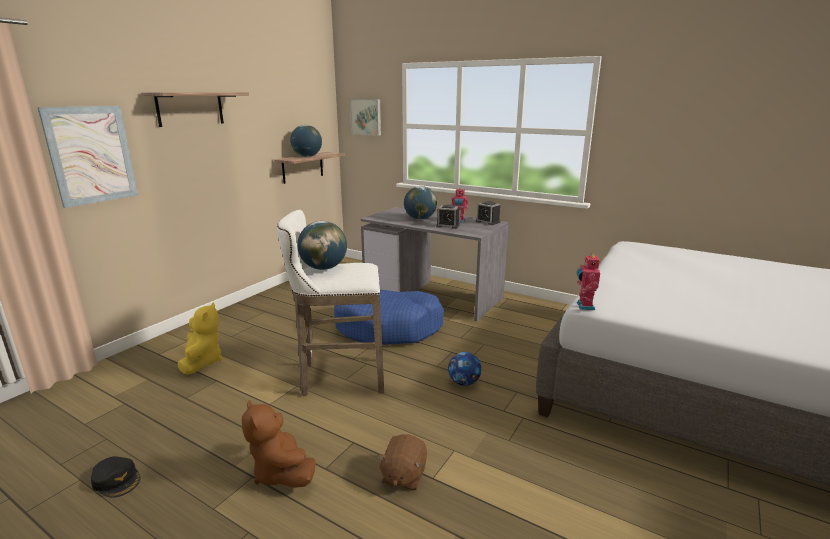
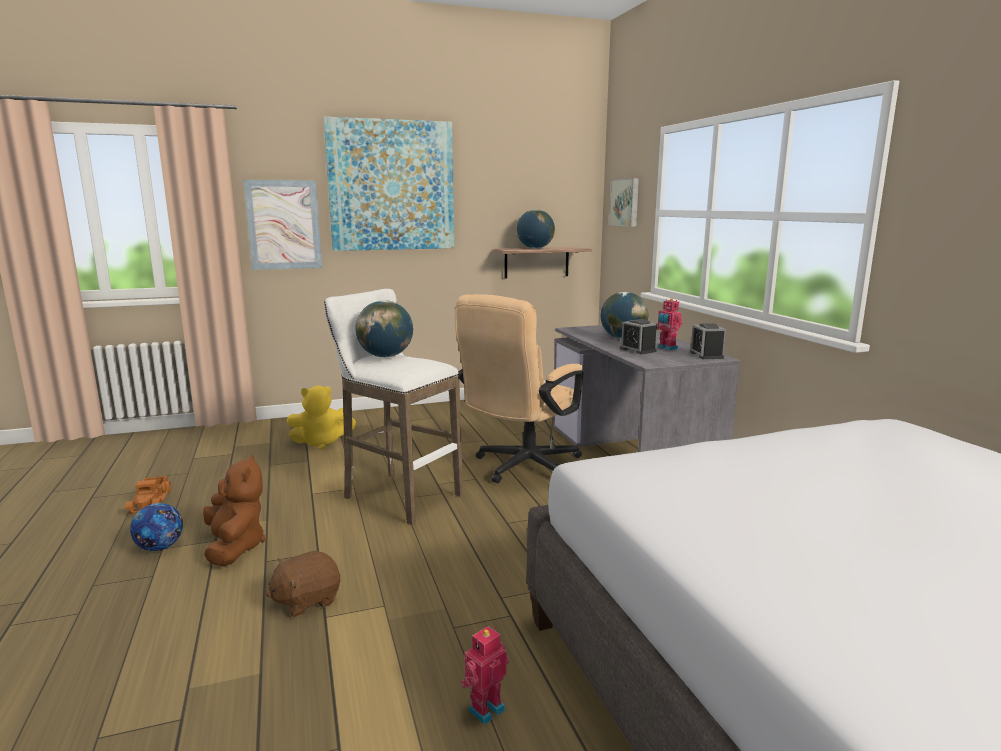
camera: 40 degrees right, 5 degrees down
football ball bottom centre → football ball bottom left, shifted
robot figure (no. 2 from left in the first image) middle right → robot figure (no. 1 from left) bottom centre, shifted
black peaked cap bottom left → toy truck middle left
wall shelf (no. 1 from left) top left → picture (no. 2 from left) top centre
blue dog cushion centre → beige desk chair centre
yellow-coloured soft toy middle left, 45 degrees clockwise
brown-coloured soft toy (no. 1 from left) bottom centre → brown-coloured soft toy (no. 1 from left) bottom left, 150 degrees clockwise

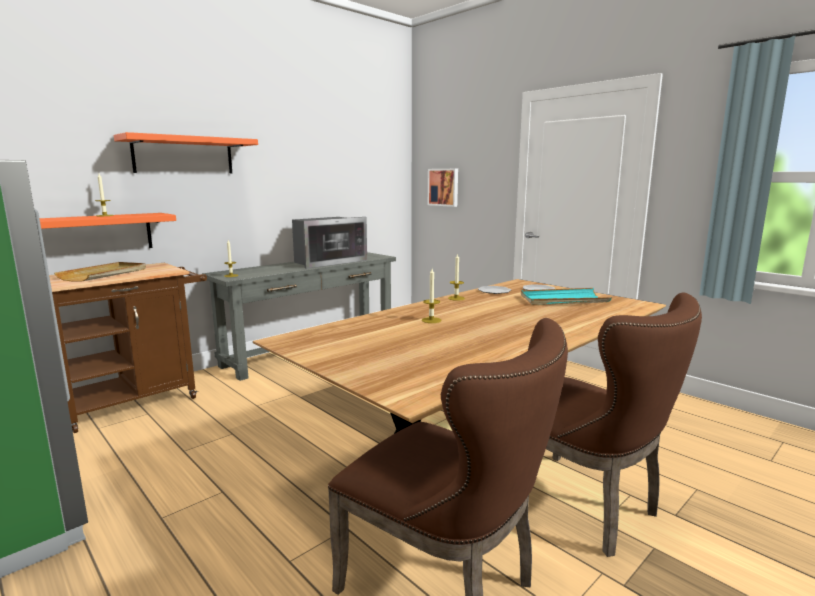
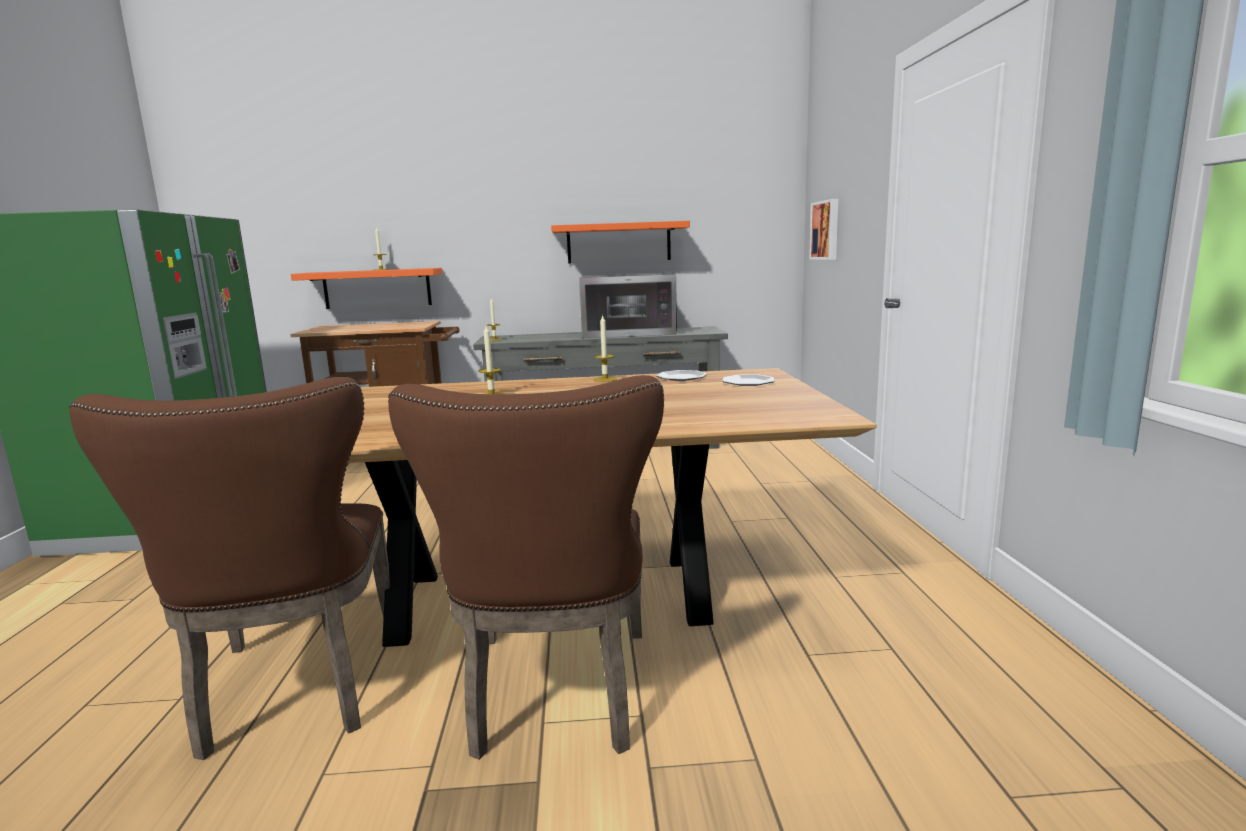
camera: 40 degrees right, 0 degrees up
beige serving tray middle left → -
turquoise serving tray middle right → -
orange wall shelf (no. 2 from left) top left → orange wall shelf (no. 2 from left) top centre, shifted

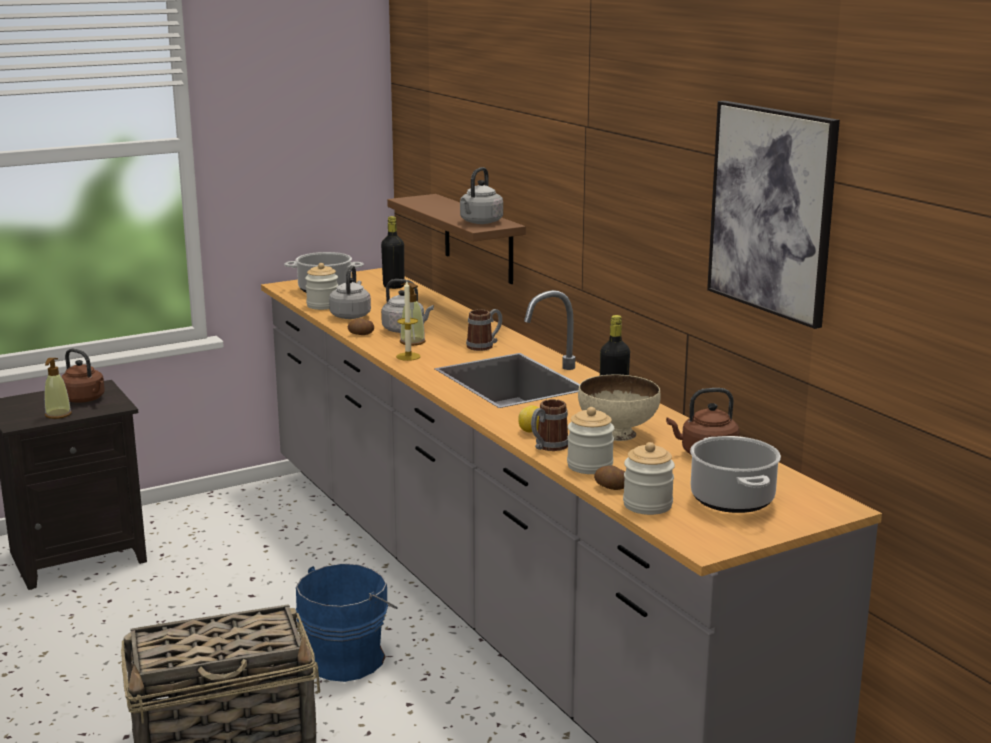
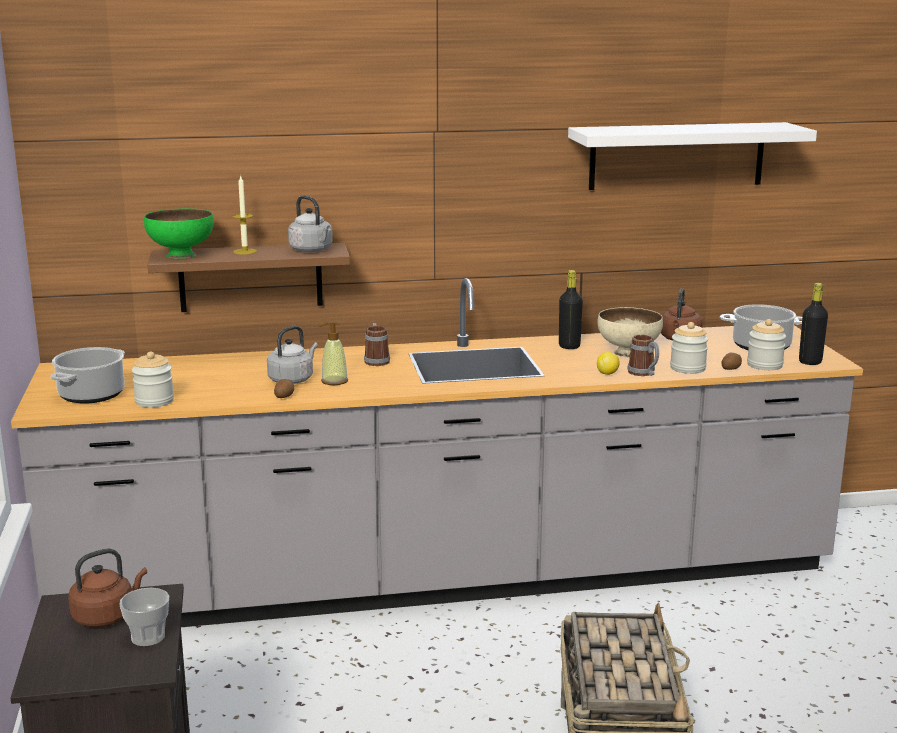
camera: 70 degrees left, 0 degrees up
blue water bucket bottom centre → -
grey water kettle (no. 1 from left) centre → -
- → greenish serving bowl top left
black beverage bottle (no. 1 from left in the first image) centre → black beverage bottle (no. 2 from left) middle right, shifted
wax candle centre → wax candle top left, shifted
soap bottle (no. 1 from left) middle left → cup bottom left
picture top right → white-coloured wall shelf top right

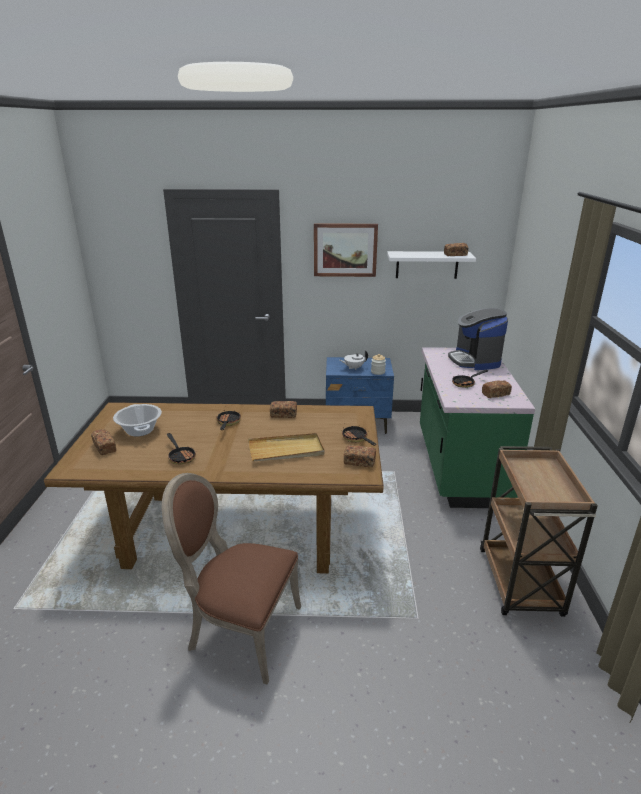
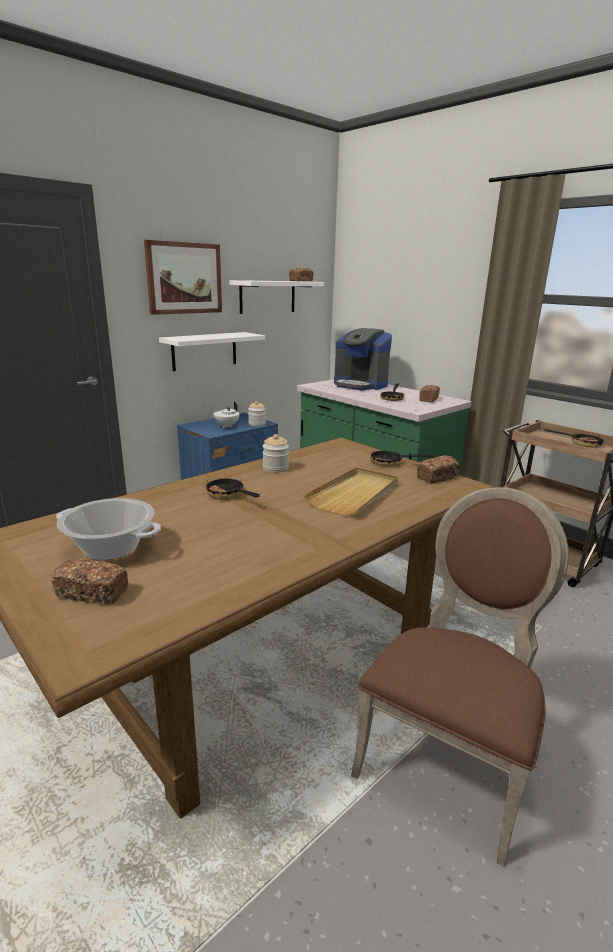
camera: 45 degrees left, 5 degrees down
- → white-coloured wall shelf (no. 1 from left) centre
frying pan (no. 1 from left in the first image) middle left → frying pan (no. 4 from left) middle right, shifted
baked bread (no. 2 from left) centre → jar (no. 2 from left) centre
brown-coloured upright chair bottom centre → brown-coloured upright chair bottom right, 150 degrees clockwise

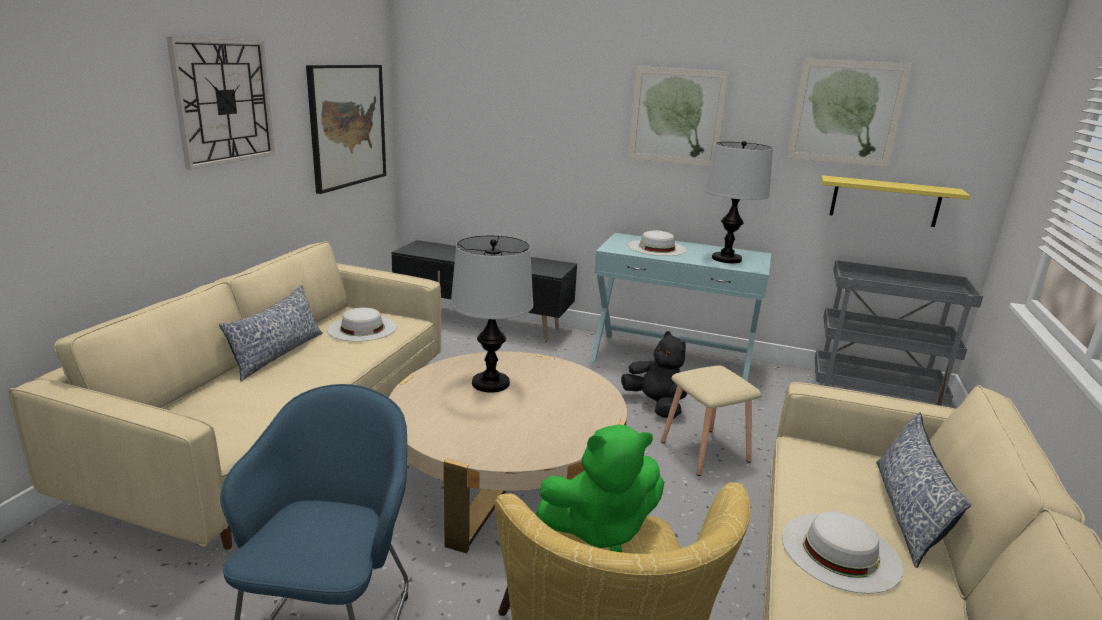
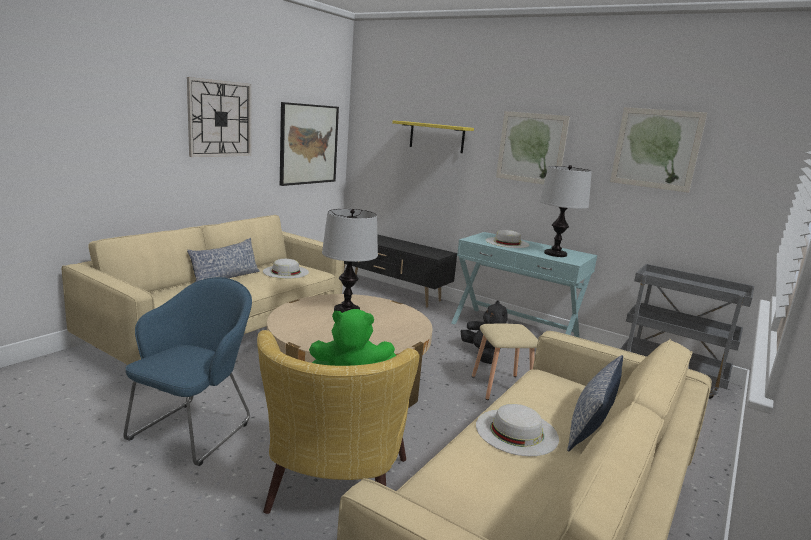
camera: 15 degrees right, 5 degrees down
yellow-coloured wall shelf top right → yellow-coloured wall shelf top centre, shifted

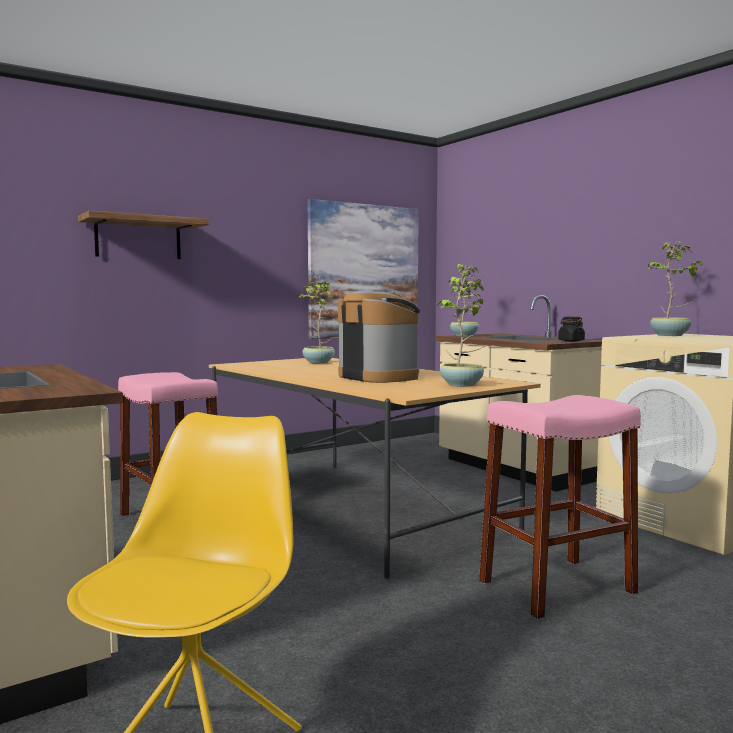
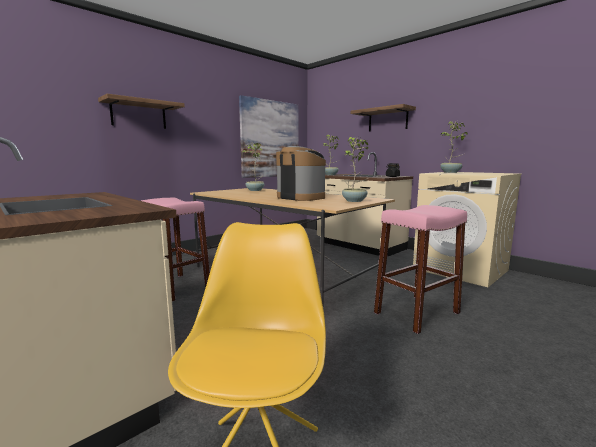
camera: 10 degrees left, 5 degrees up
- → wall shelf (no. 2 from left) top centre

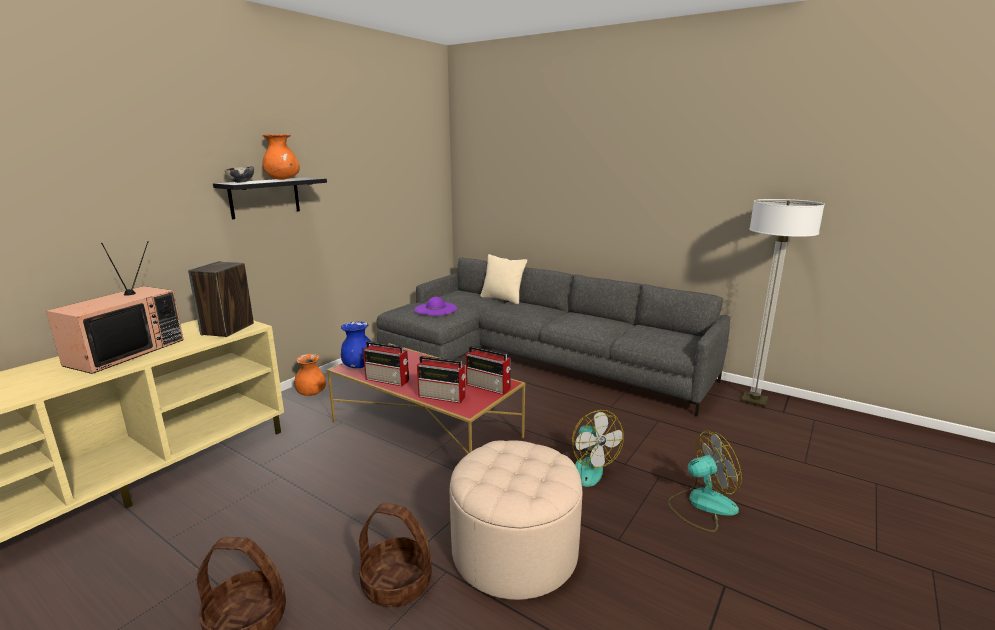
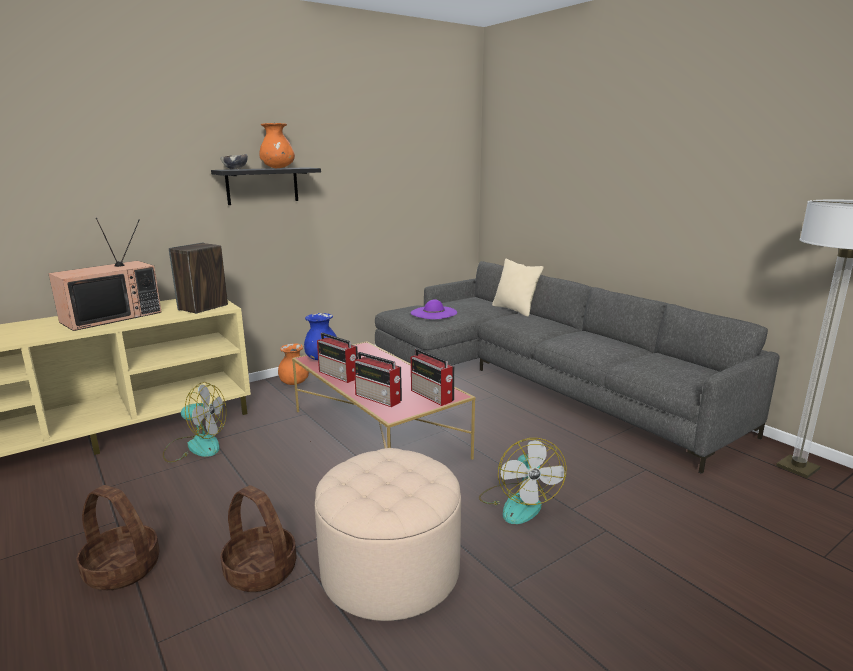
camera: 20 degrees right, 0 degrees up
cooling fan (no. 2 from left in the first image) bottom right → cooling fan (no. 1 from left) middle left, shifted

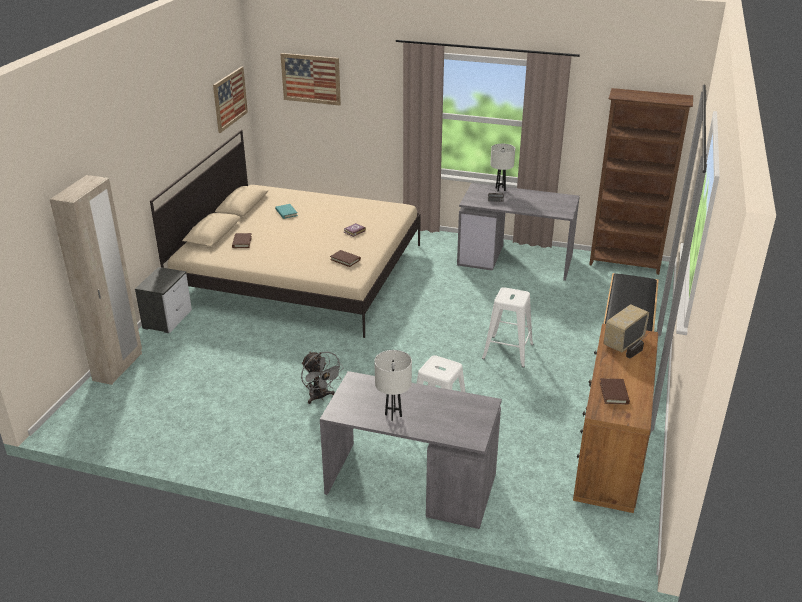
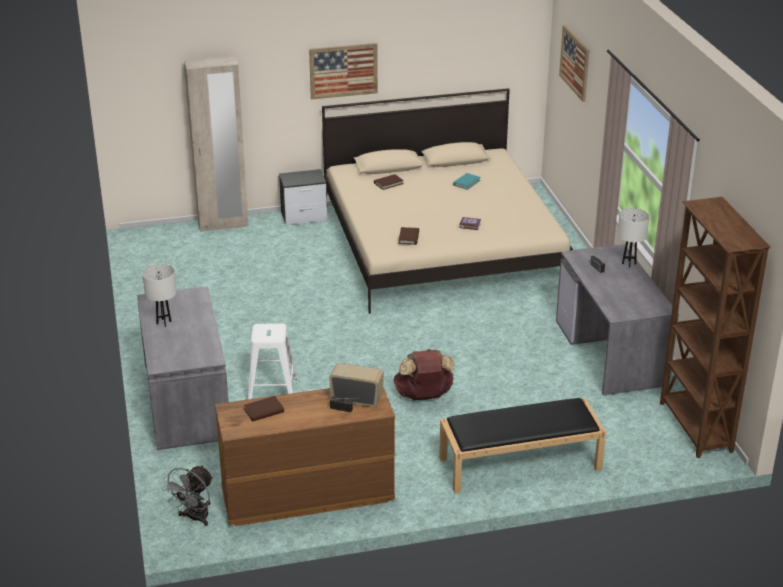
camera: 60 degrees right, 0 degrees up
picture (no. 1 from left) top left → picture (no. 1 from left) top centre, shifted
grey cooling fan centre → grey cooling fan bottom left, shifted
white-coloured sitting stool (no. 2 from left) centre → brown-coloured backpack centre

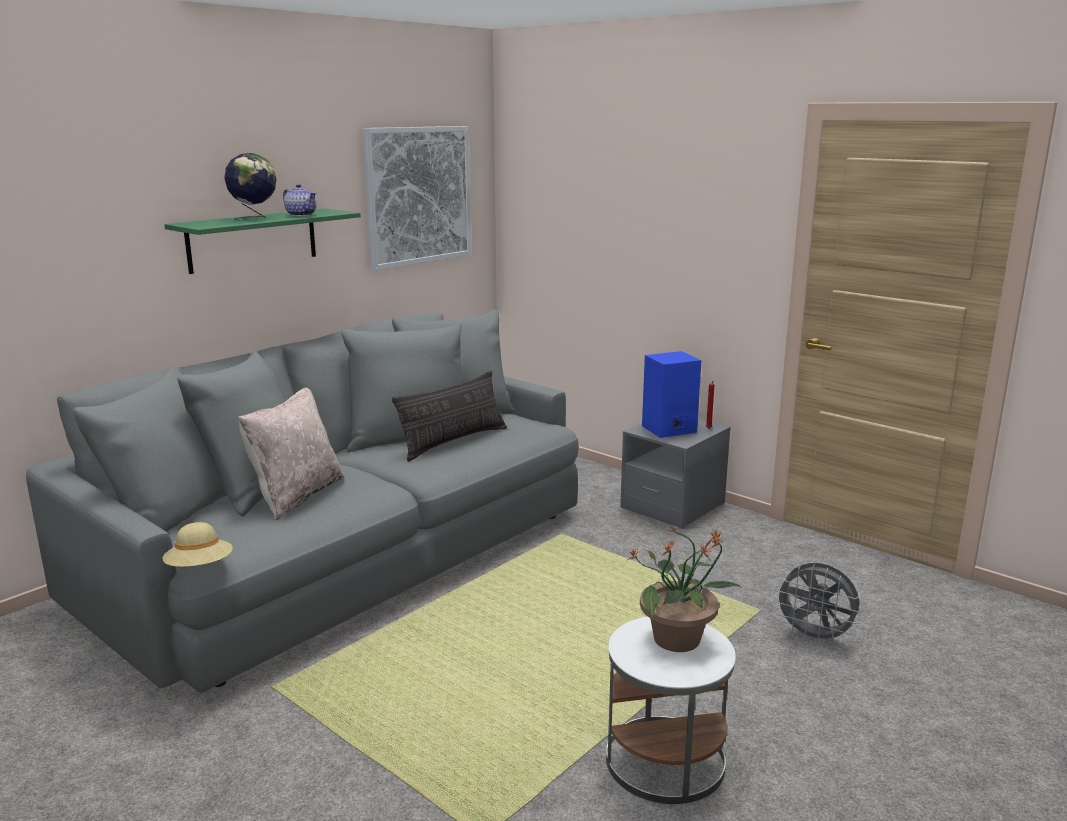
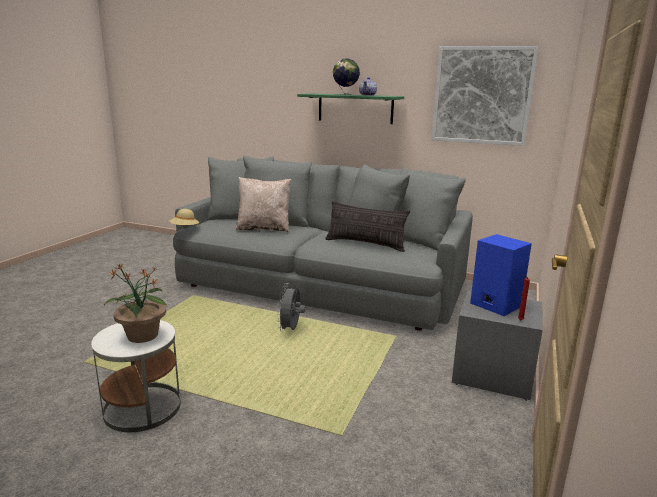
camera: 70 degrees right, 0 degrees up
grey cooling fan bottom right → grey cooling fan centre, shifted

